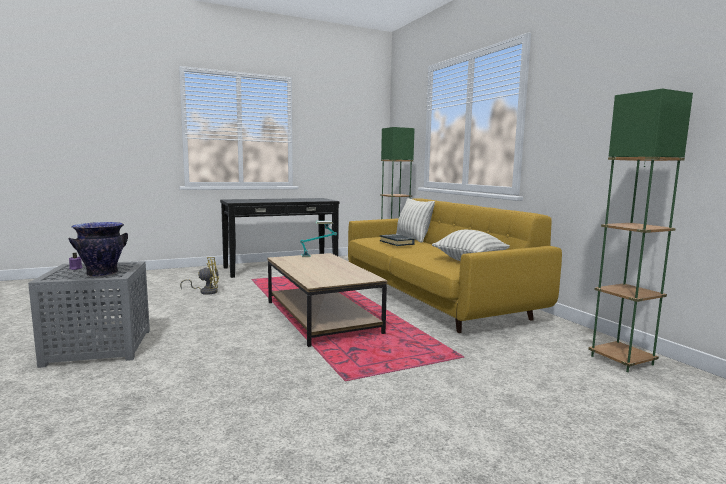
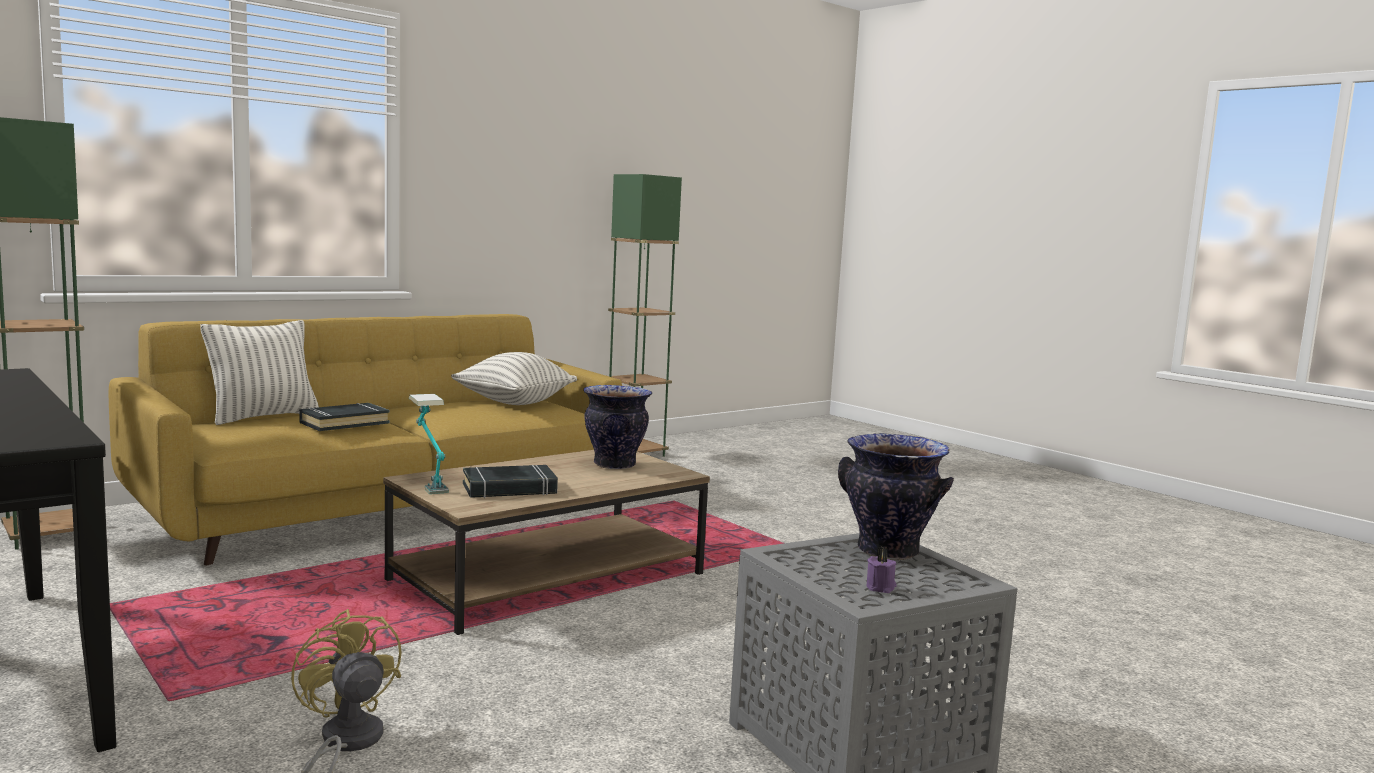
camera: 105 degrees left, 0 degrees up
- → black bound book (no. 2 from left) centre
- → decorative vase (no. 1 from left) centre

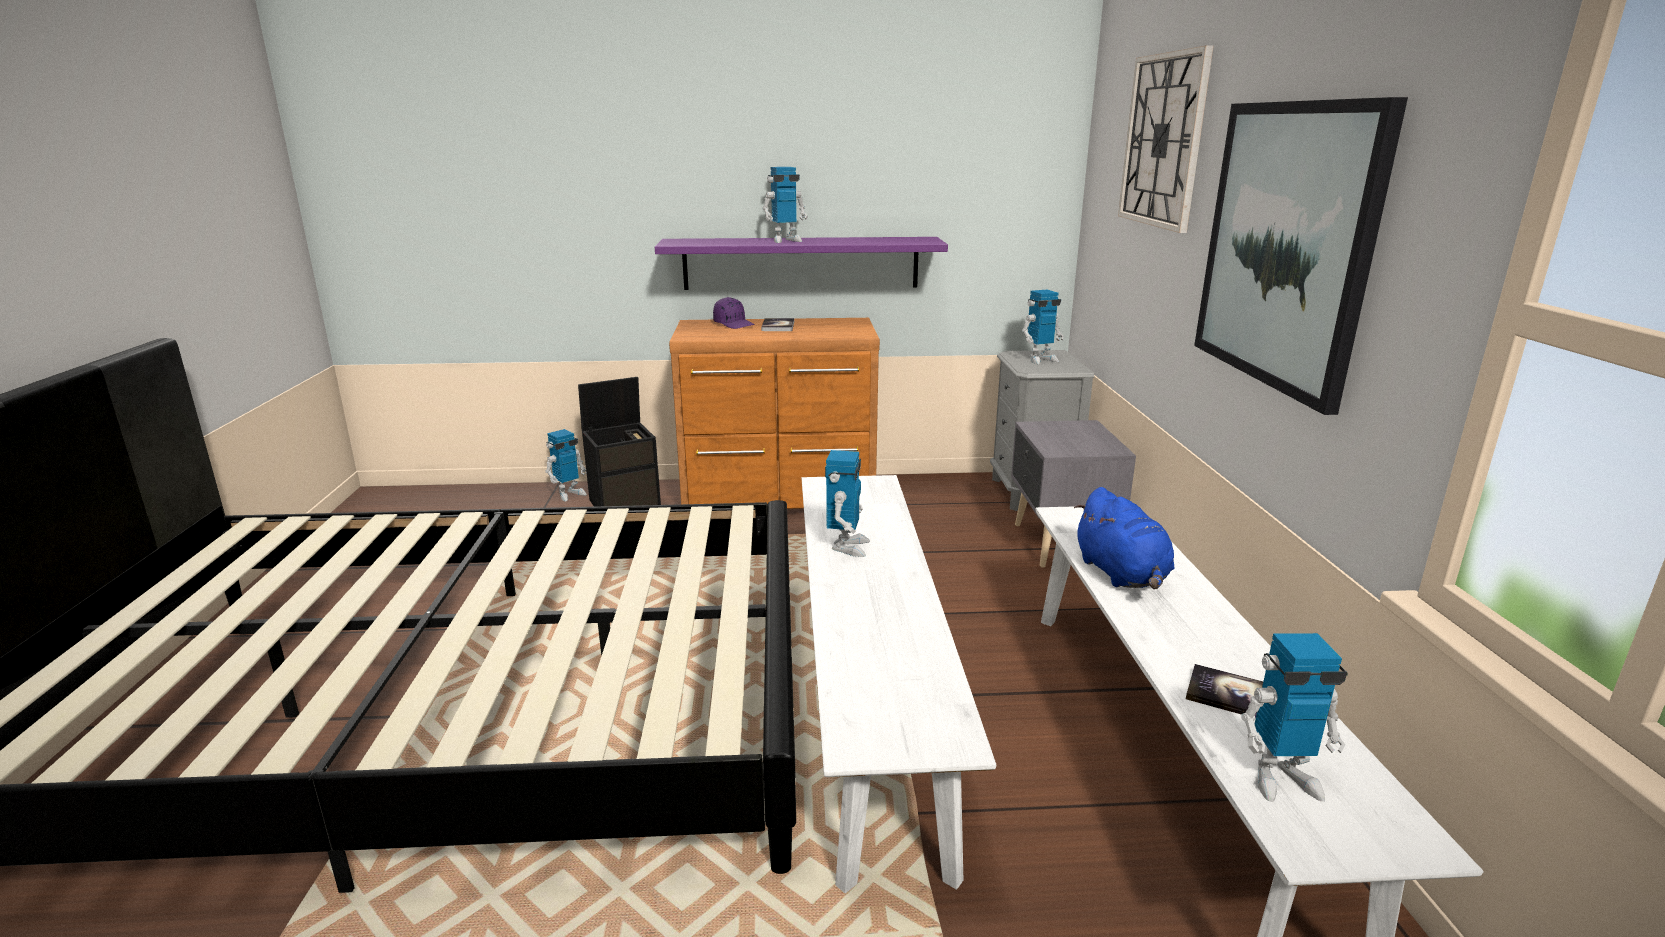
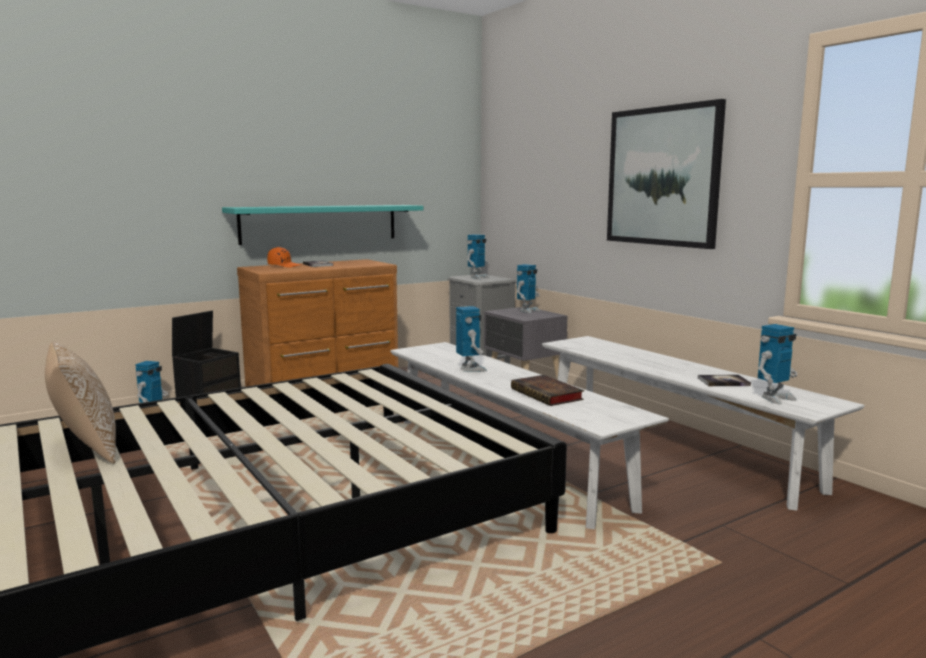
camera: 30 degrees left, 10 degrees down
blue soft toy middle right → -
wall clock top right → -
- → cushion middle left
- → bound book (no. 2 from left) centre
robot figure (no. 2 from left in the first image) top centre → robot figure (no. 4 from left) centre, shifted
purple wall shelf top centre → turquoise wall shelf centre
purple peaked cap centre → orange peaked cap middle left

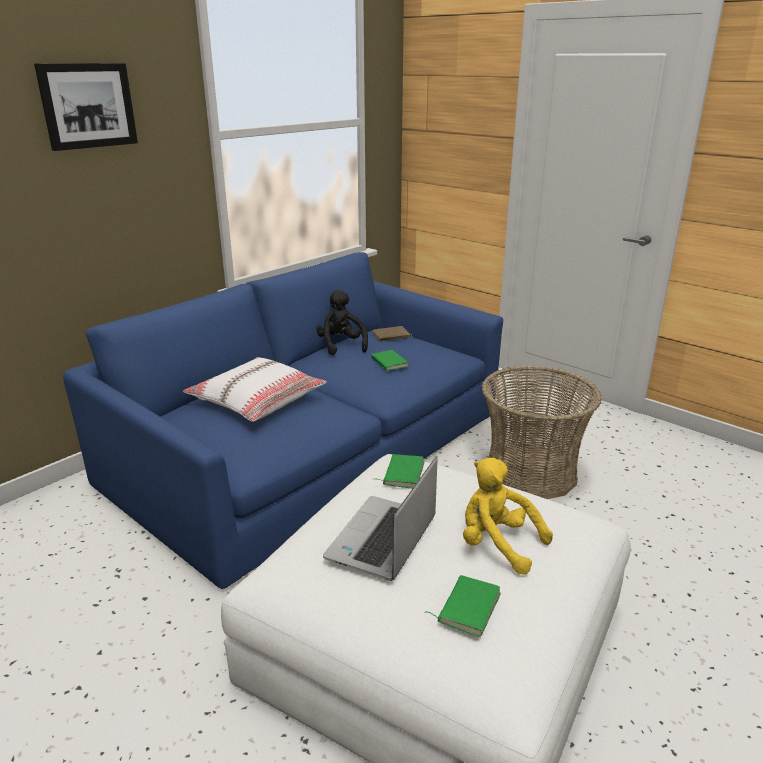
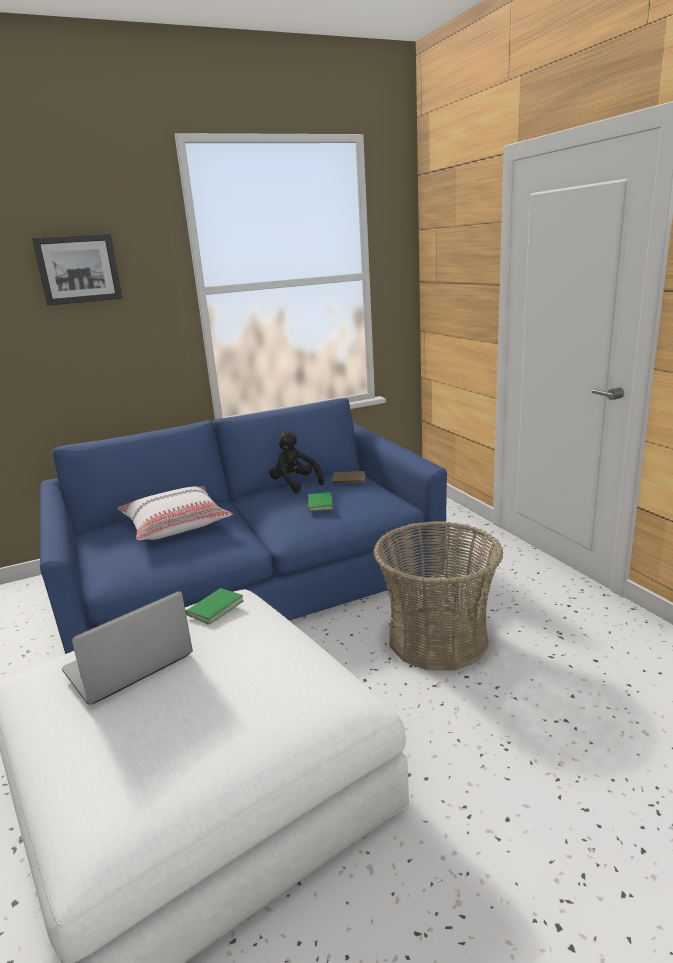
camera: 25 degrees right, 5 degrees down
greenish bound book (no. 3 from left) bottom centre → -
yellow-coloured soft toy bottom centre → -
black soft toy centre, 45 degrees counterclockwise

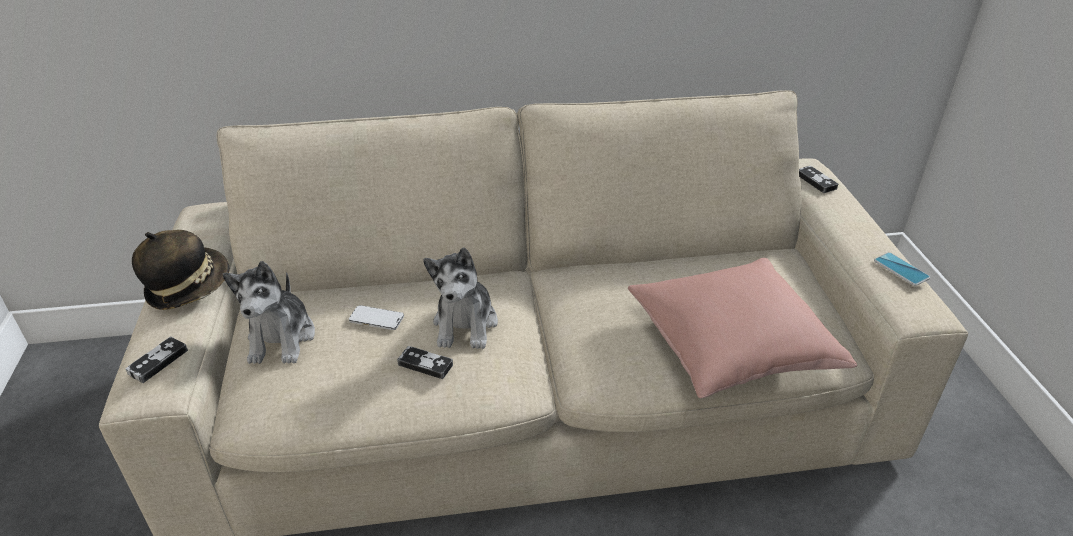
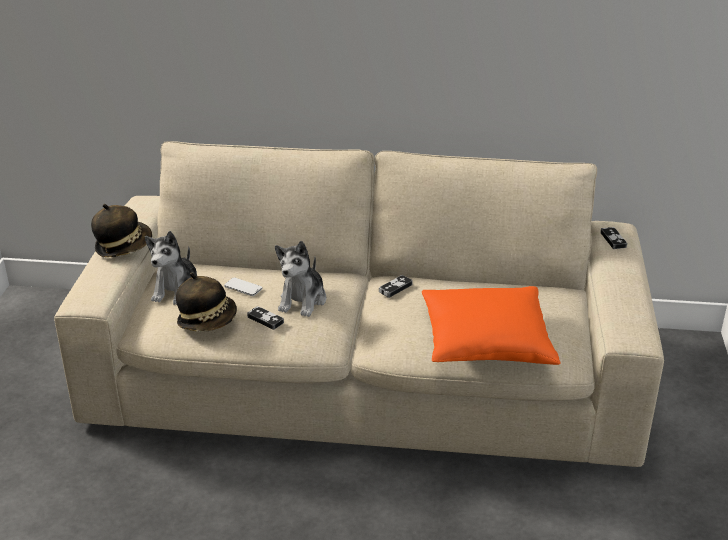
camera: 15 degrees right, 5 degrees down
handset (no. 2 from left) middle right → -
- → wearable hat (no. 2 from left) middle left
gamepad (no. 1 from left in the first image) bottom left → gamepad (no. 2 from left) centre, shifted
pinkish cushion middle right → orange cushion middle right

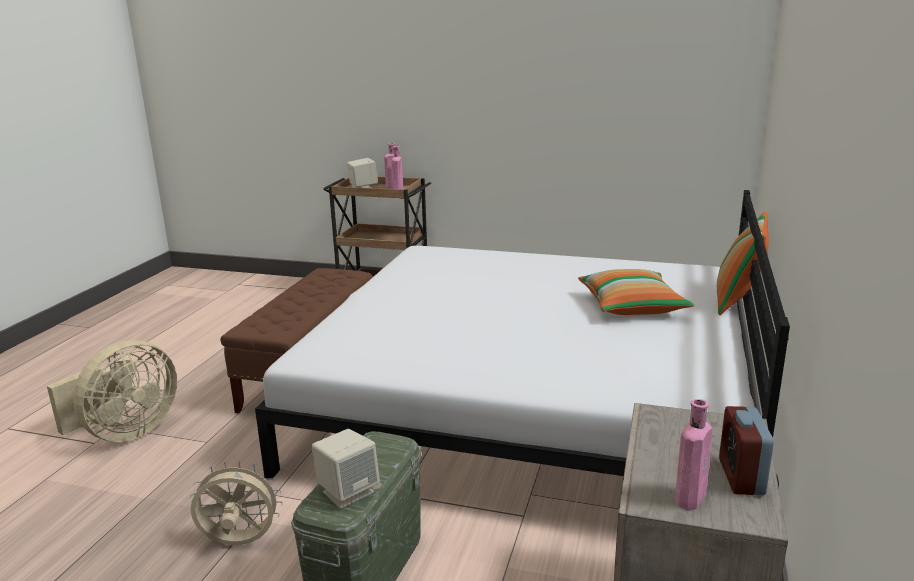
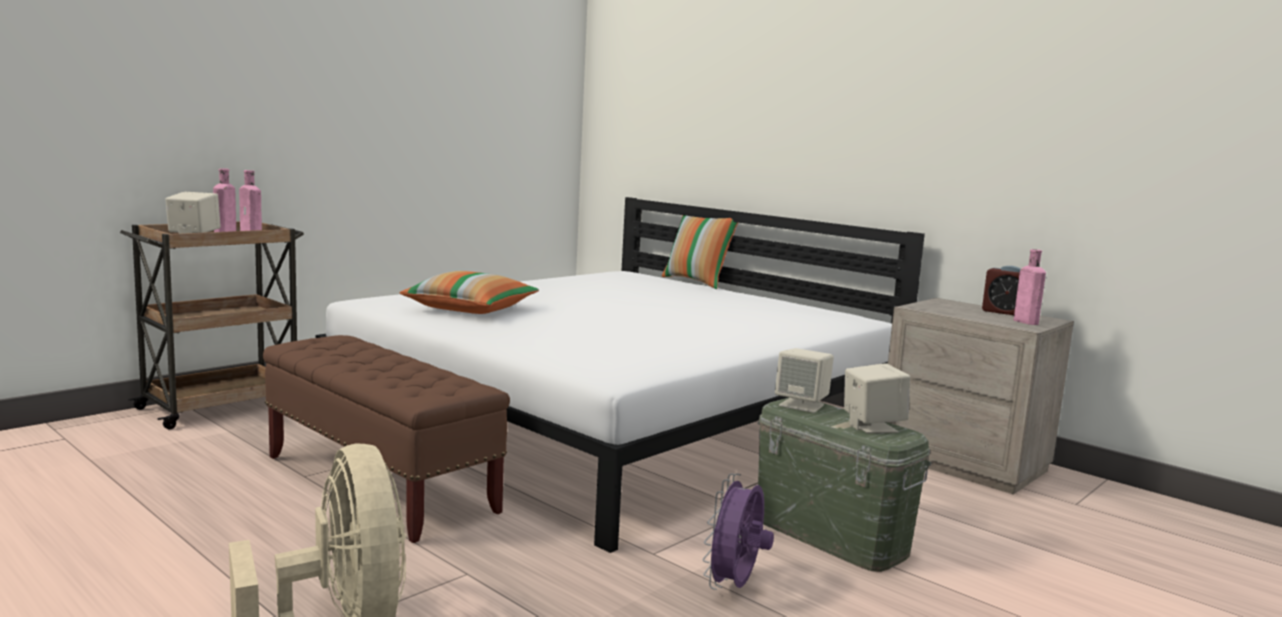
camera: 65 degrees left, 10 degrees down
- → beige audio speaker (no. 2 from left) centre
cushion (no. 1 from left) middle right → cushion (no. 1 from left) centre, shifted
beige cooling fan (no. 2 from left) bottom left → purple cooling fan bottom centre

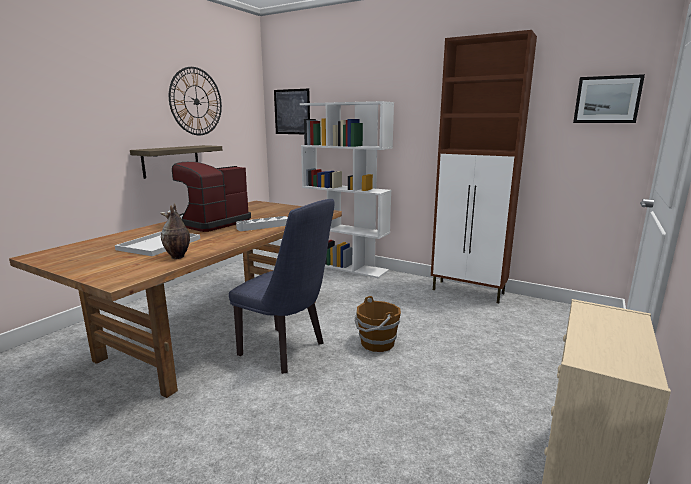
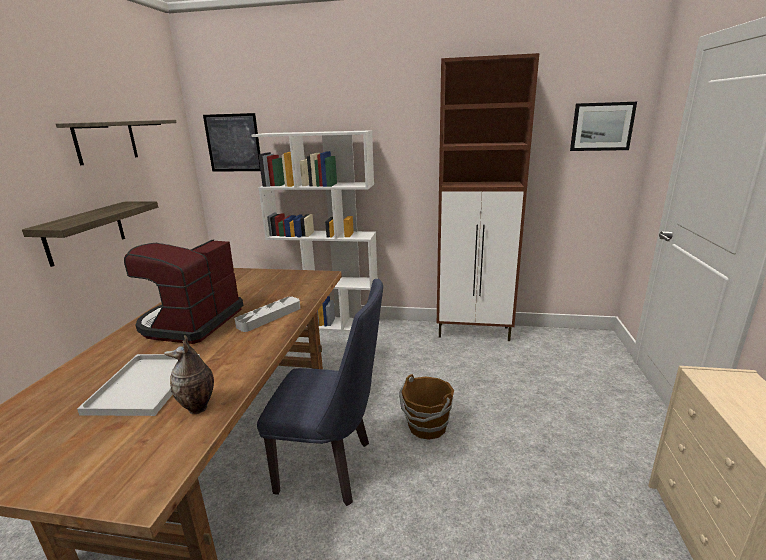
camera: 20 degrees left, 5 degrees up
wall clock top left → wall shelf (no. 2 from left) top left

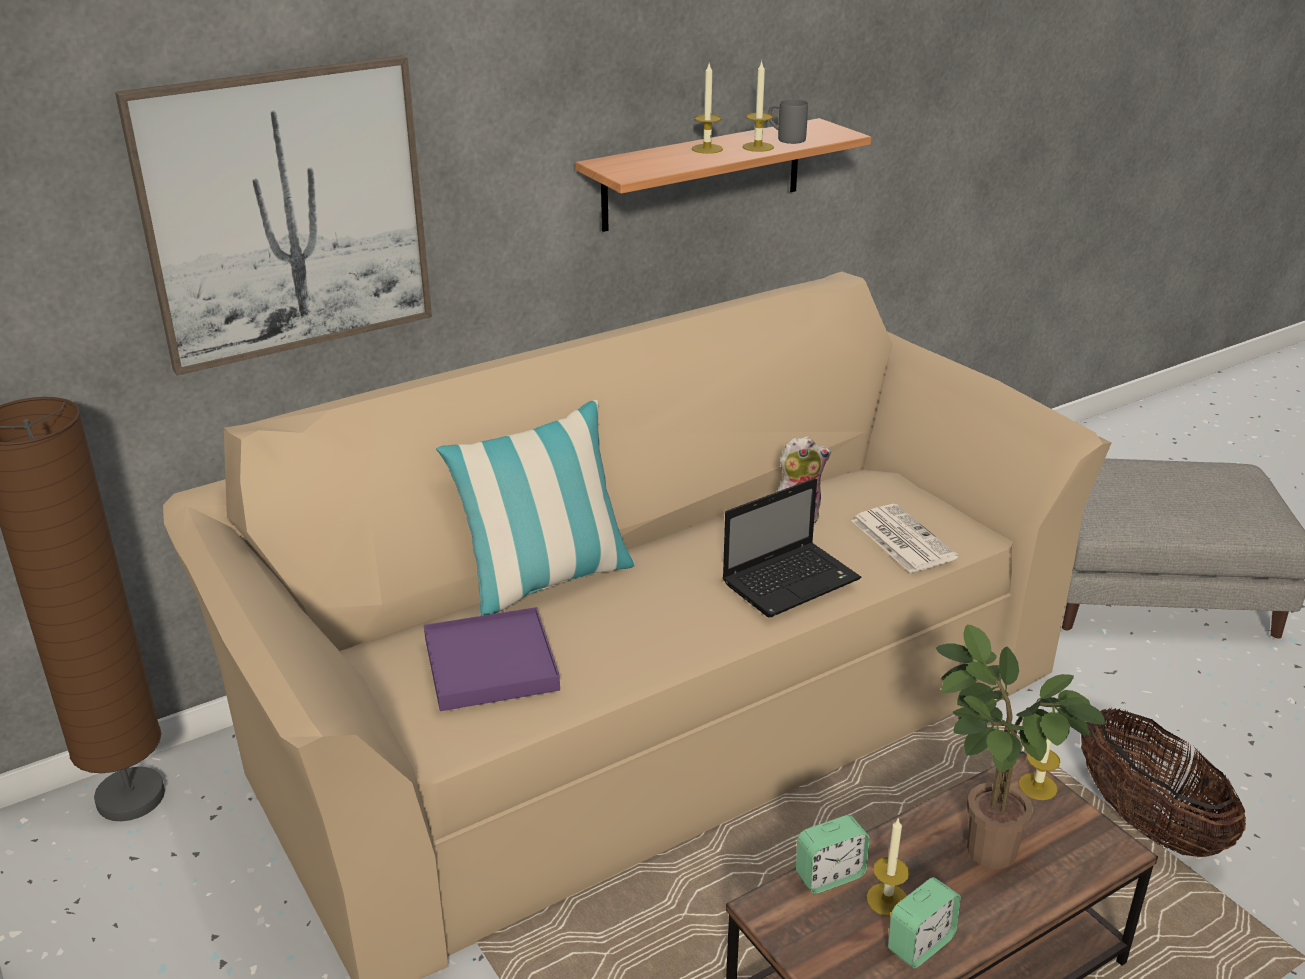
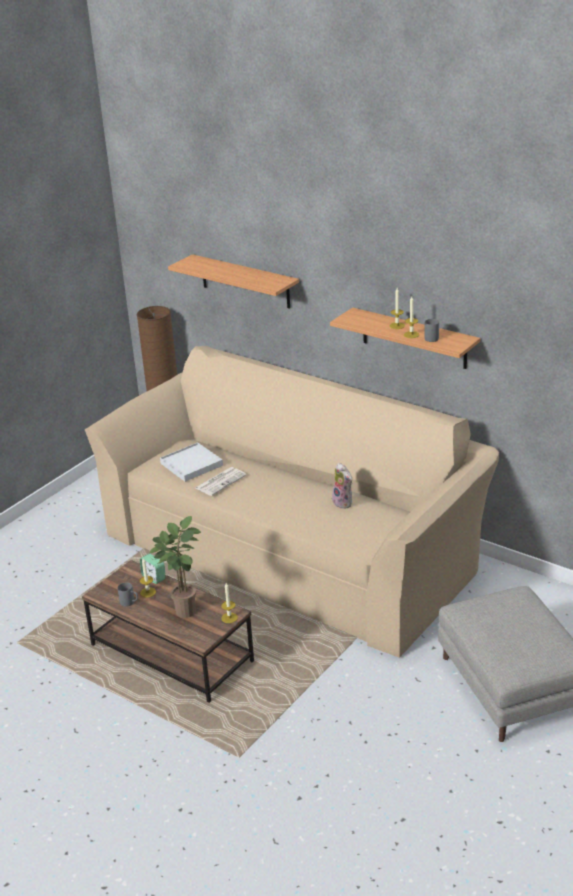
camera: 70 degrees right, 0 degrees up
cushion centre → -
portable computer centre → -
storage basket bottom right → -
newspaper middle right → newspaper centre, shifted
picture top left → wall shelf (no. 1 from left) top centre
table clock (no. 2 from left) bottom right → grey coffee mug (no. 1 from left) middle left
purple serving tray bottom centre → white-coloured serving tray centre

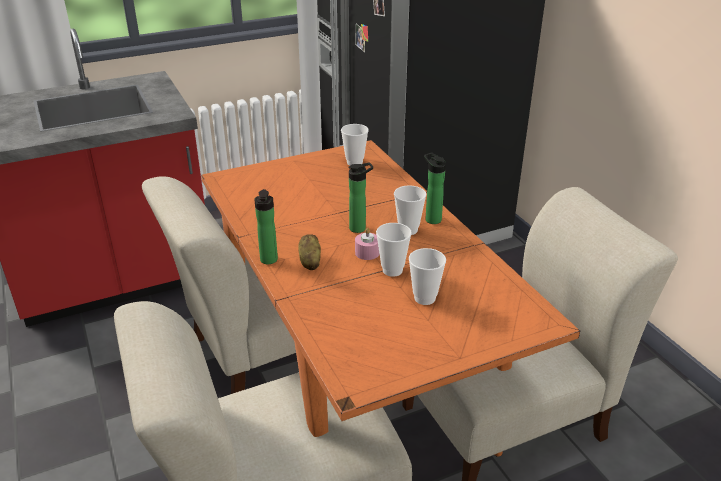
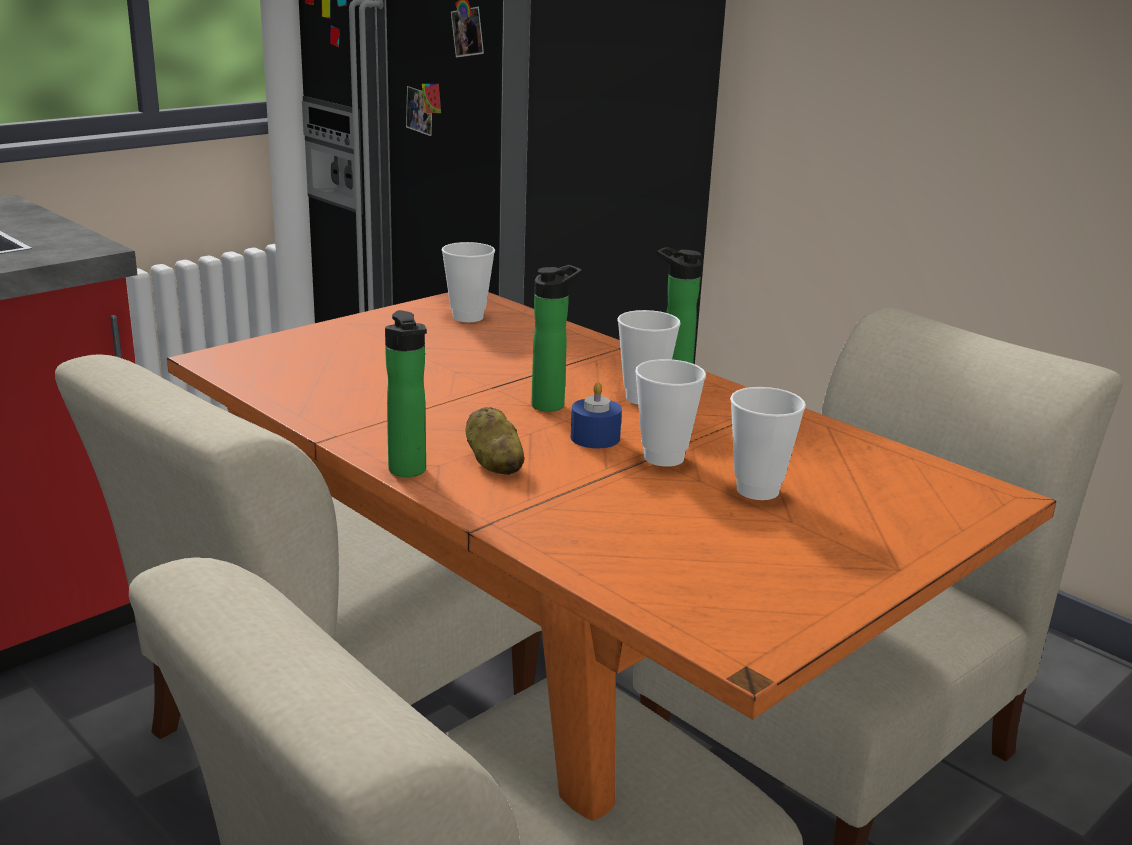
camera: 20 degrees left, 10 degrees down
pinkish wax candle centre → blue wax candle centre

